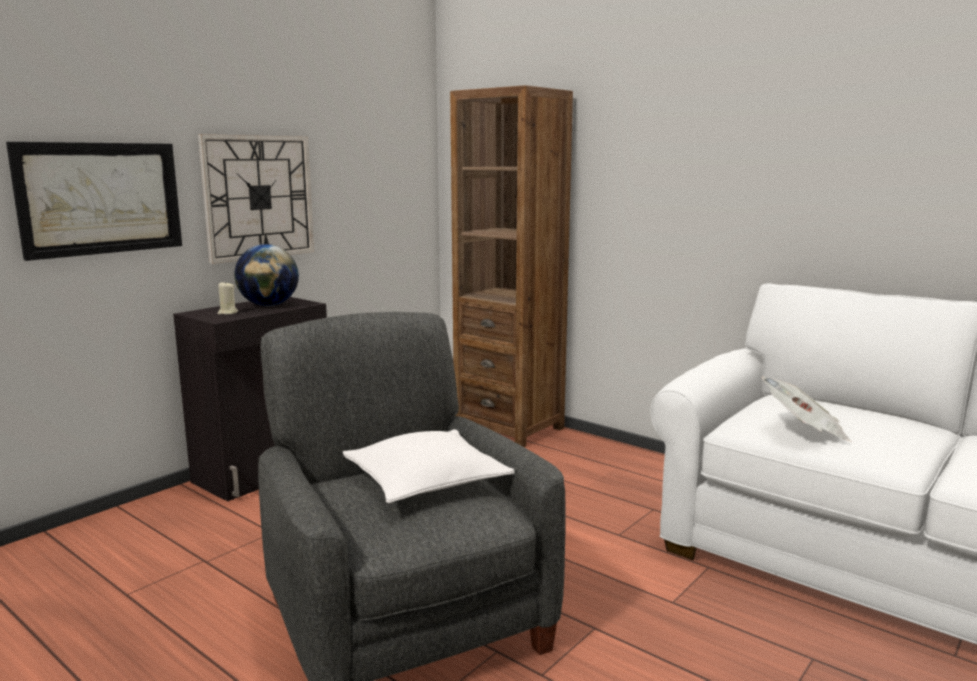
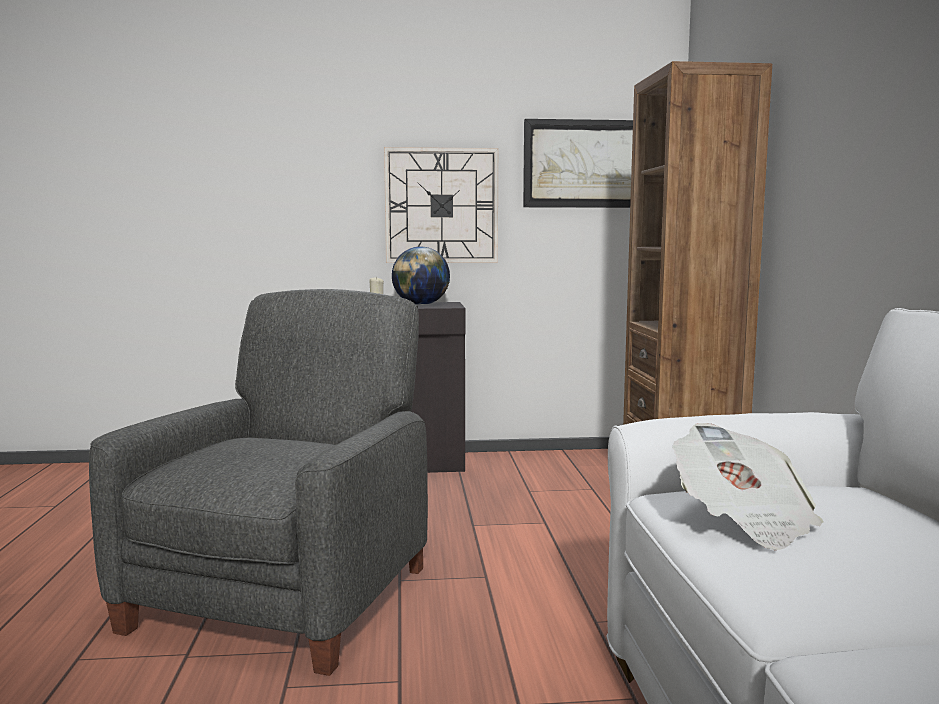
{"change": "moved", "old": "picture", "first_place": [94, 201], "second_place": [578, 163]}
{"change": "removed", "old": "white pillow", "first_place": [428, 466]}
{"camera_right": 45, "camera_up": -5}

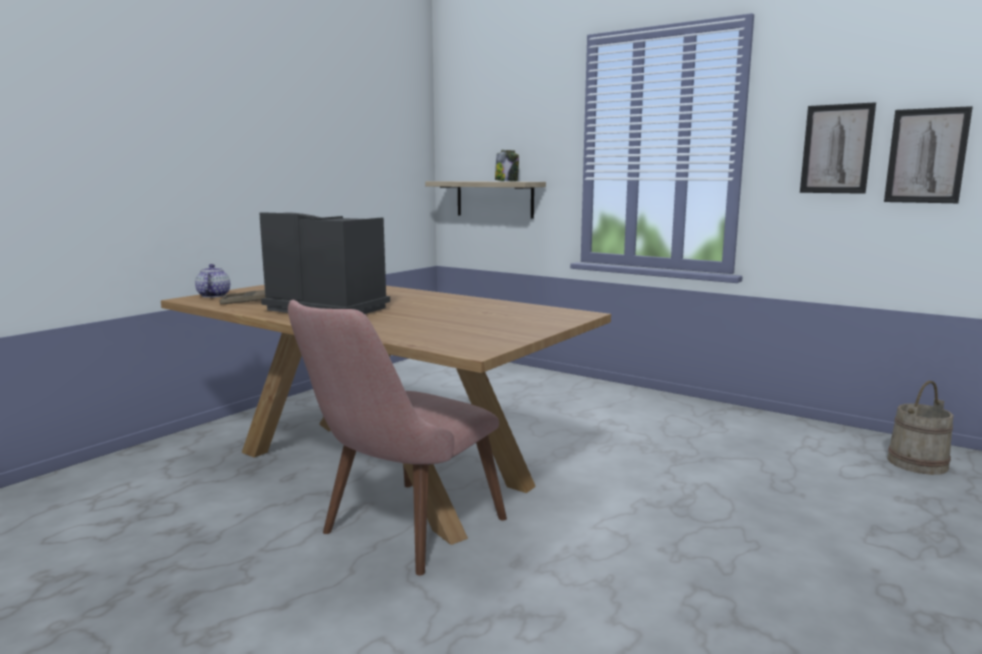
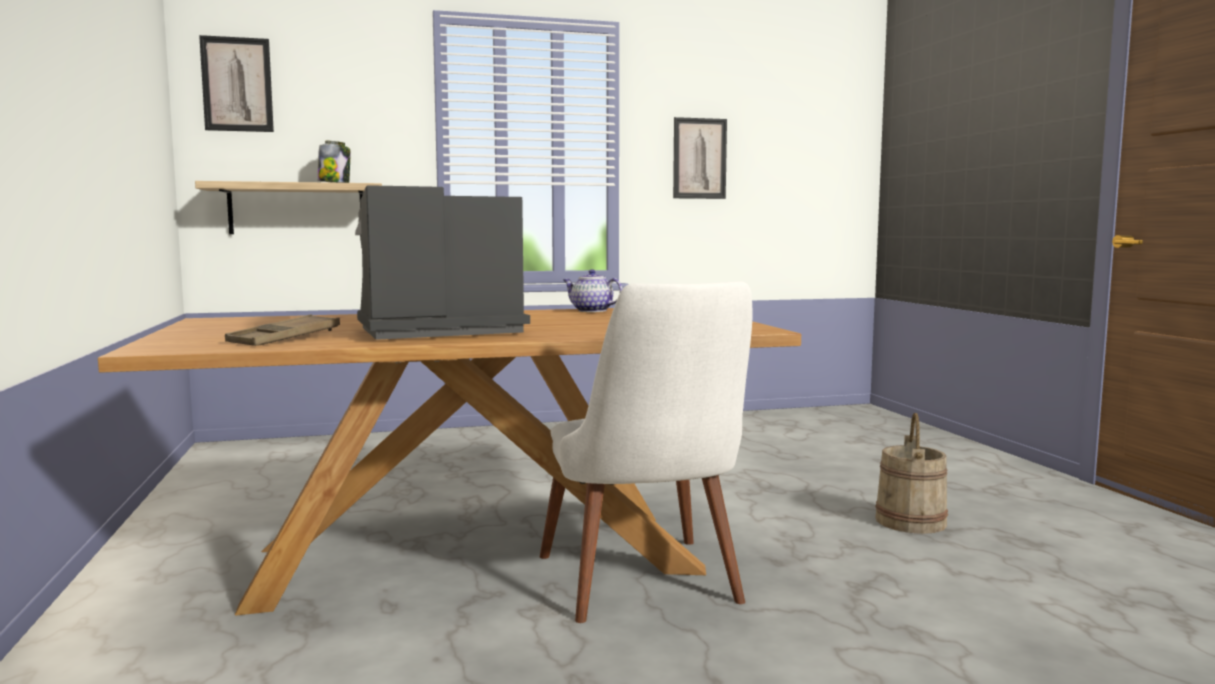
{"change": "moved", "old": "teapot", "first_place": [212, 281], "second_place": [593, 290]}
{"change": "recoloured", "old": "pink chair", "new": "white chair", "first_place": [397, 438], "second_place": [646, 452]}
{"change": "moved", "old": "picture", "first_place": [928, 154], "second_place": [236, 83]}
{"change": "moved", "old": "beige bucket", "first_place": [920, 428], "second_place": [911, 473]}
{"camera_right": -50, "camera_up": -5}

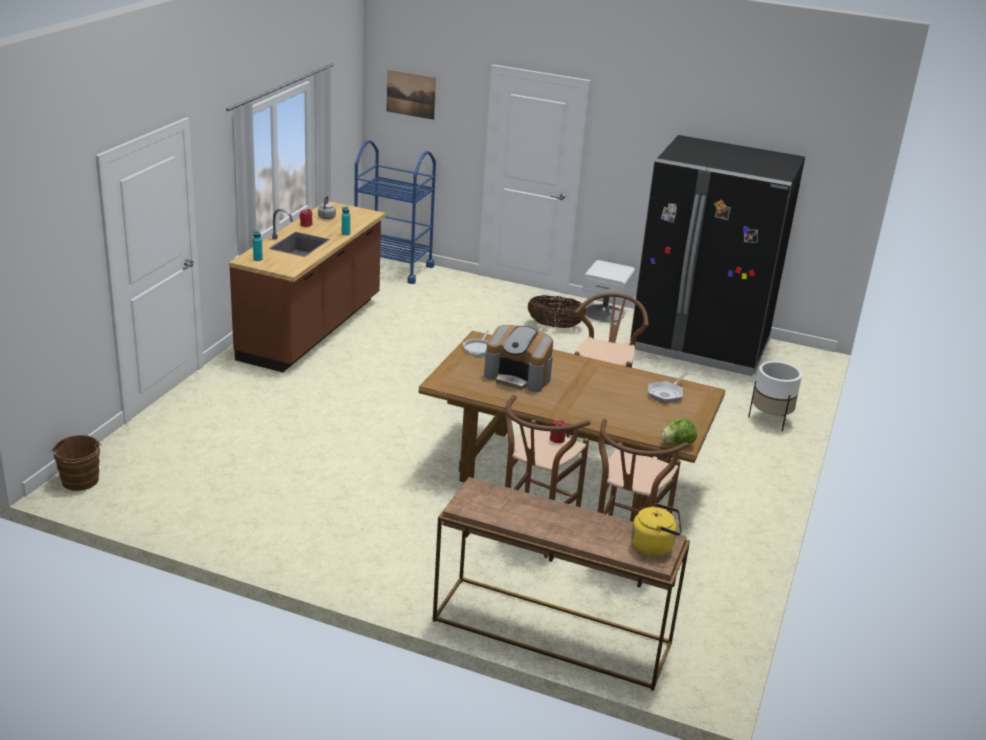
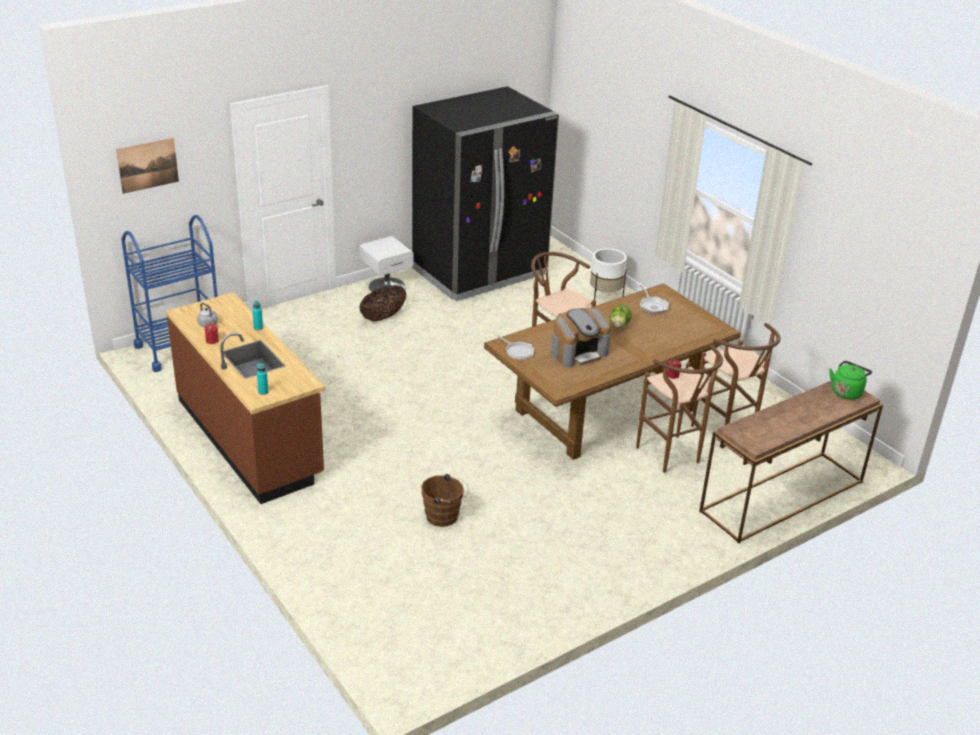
{"change": "moved", "old": "brown bucket", "first_place": [76, 463], "second_place": [444, 500]}
{"change": "recoloured", "old": "yellow kettle", "new": "green kettle", "first_place": [656, 529], "second_place": [850, 380]}
{"change": "moved", "old": "lettuce", "first_place": [679, 431], "second_place": [621, 316]}
{"camera_right": -55, "camera_up": 5}

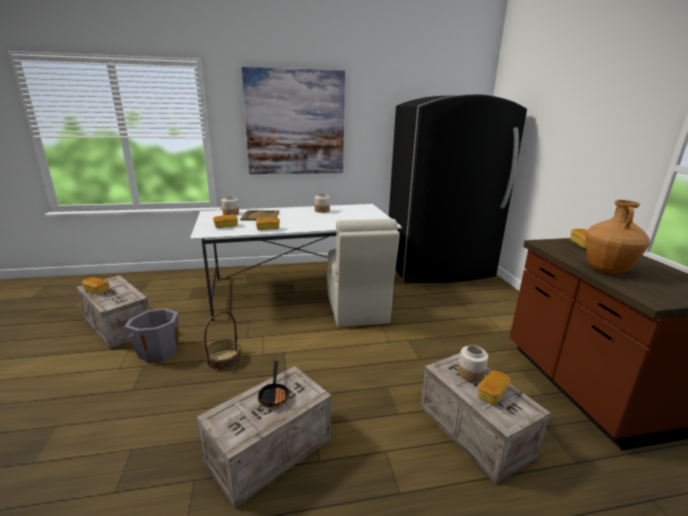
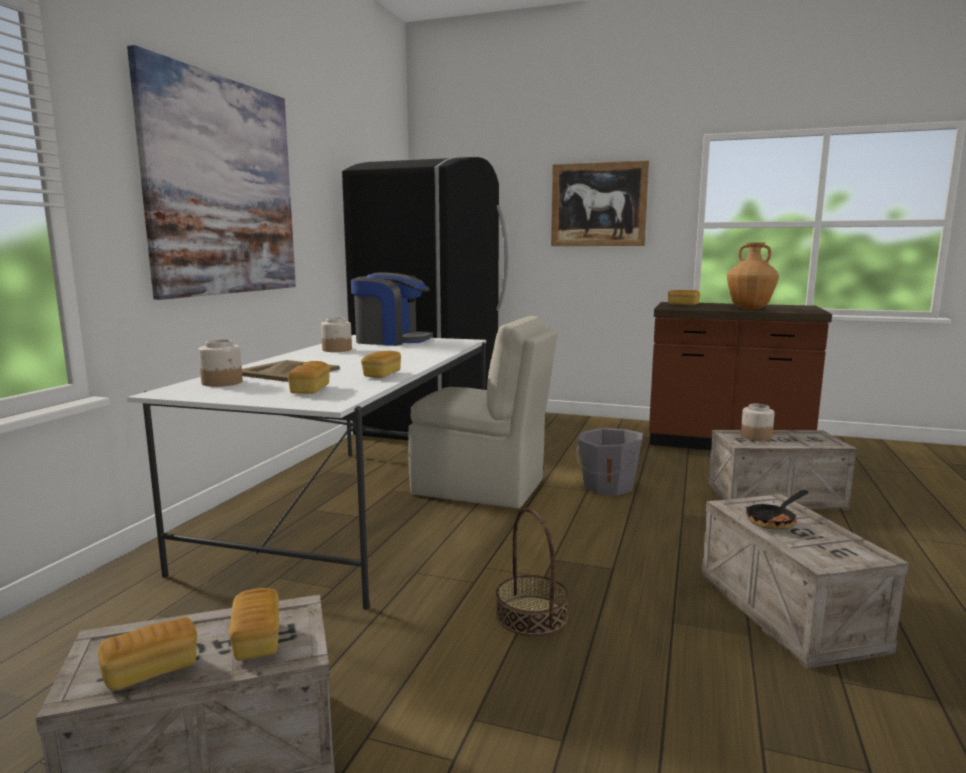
{"change": "moved", "old": "grey bucket", "first_place": [151, 335], "second_place": [609, 462]}
{"change": "turned", "old": "frying pan", "first_place": [273, 385], "second_place": [777, 510], "degrees": 120}
{"change": "moved", "old": "bread", "first_place": [494, 388], "second_place": [254, 624]}
{"change": "added", "new": "coffee machine", "second_place": [392, 309]}
{"change": "added", "new": "picture", "second_place": [600, 203]}
{"camera_right": -60, "camera_up": -10}

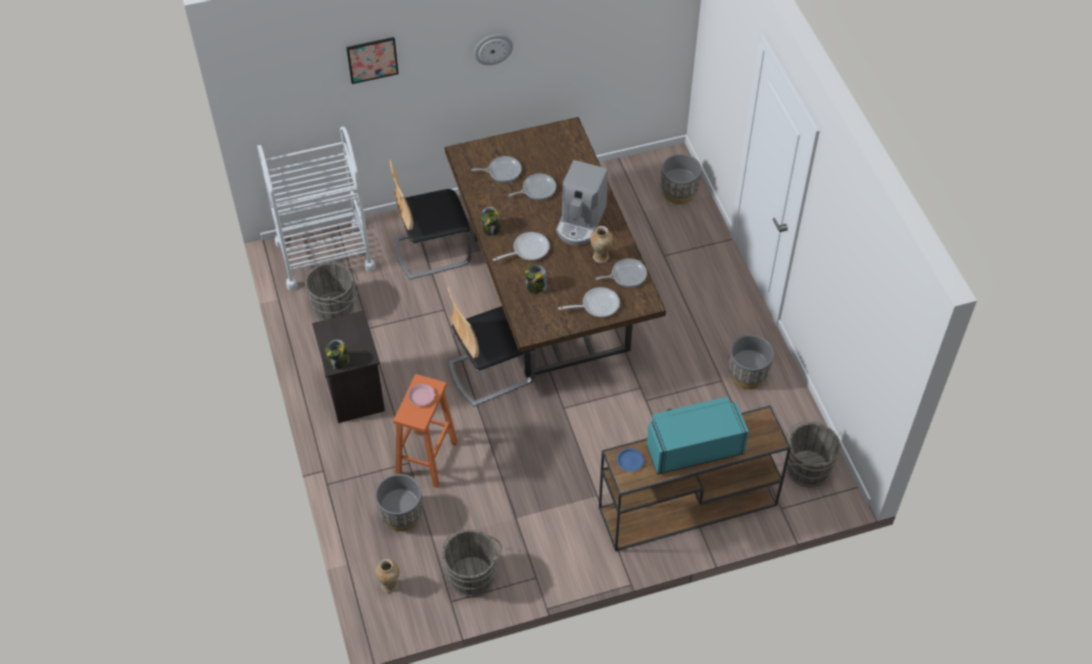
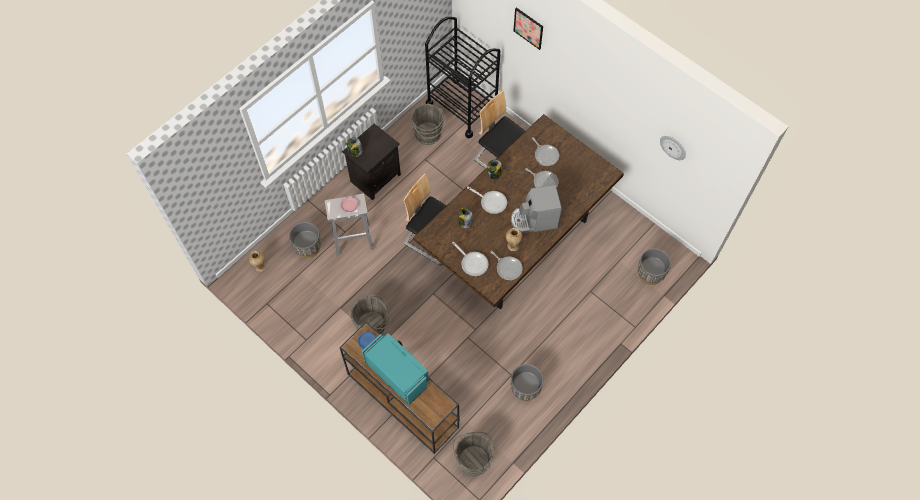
{"change": "recoloured", "old": "white cart", "new": "black cart", "first_place": [316, 208], "second_place": [463, 77]}
{"change": "recoloured", "old": "orange stool", "new": "white stool", "first_place": [425, 431], "second_place": [349, 225]}
{"change": "moved", "old": "grey bucket", "first_place": [472, 563], "second_place": [371, 315]}
{"change": "moved", "old": "wall clock", "first_place": [493, 49], "second_place": [673, 148]}
{"camera_right": 60, "camera_up": 10}

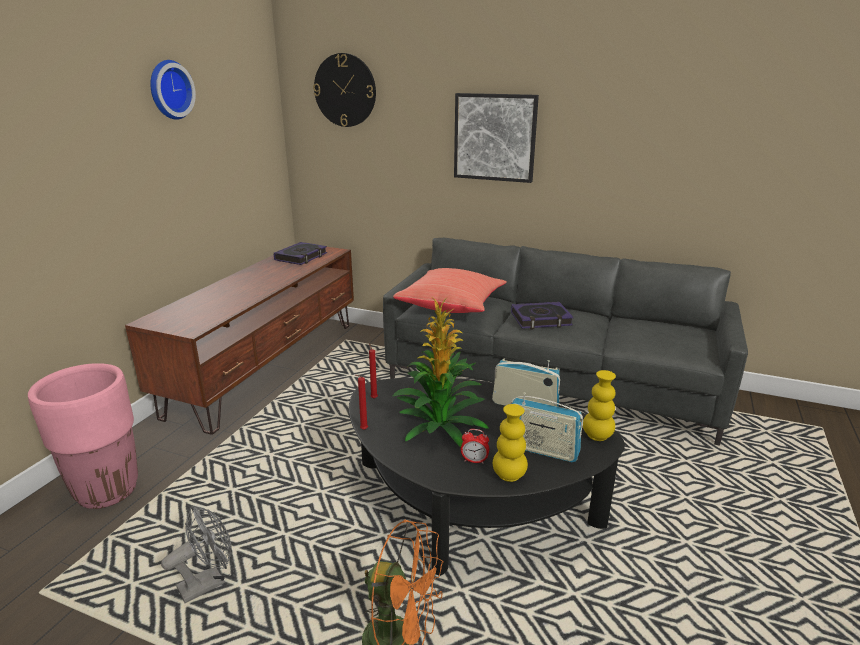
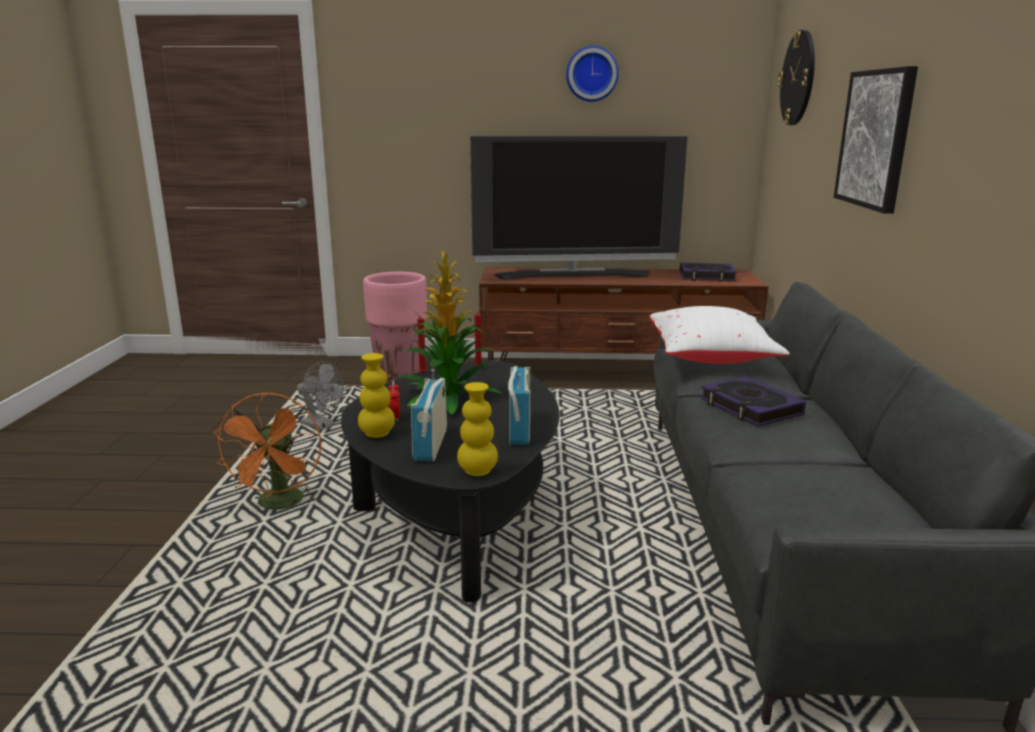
{"change": "recoloured", "old": "red pillow", "new": "white pillow", "first_place": [450, 290], "second_place": [720, 335]}
{"change": "added", "new": "television", "second_place": [579, 207]}
{"camera_right": 70, "camera_up": -5}

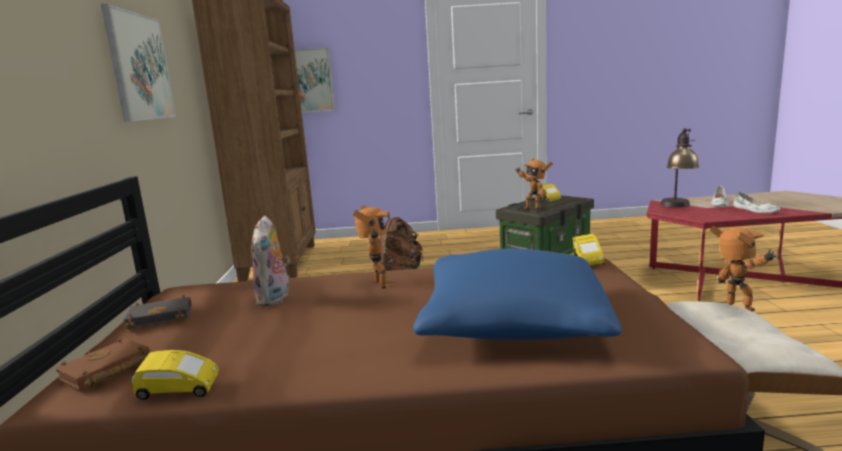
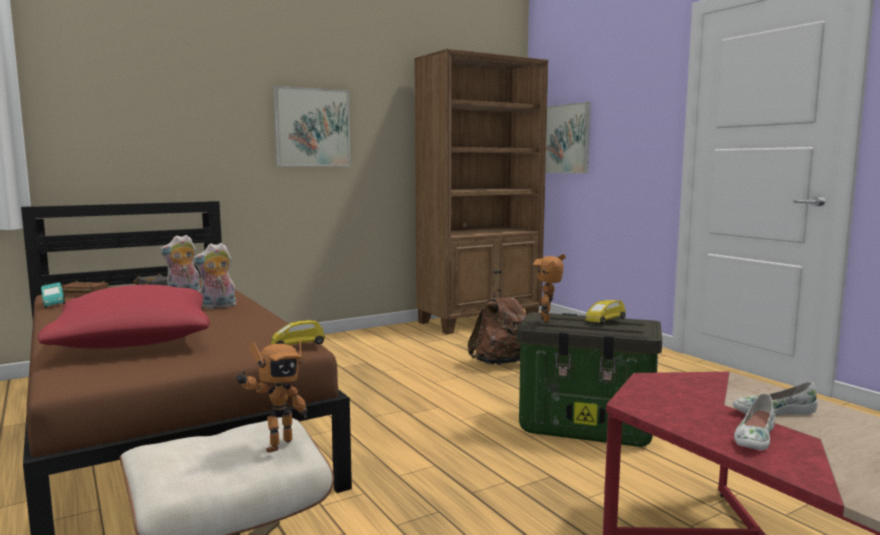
{"change": "recoloured", "old": "yellow toy car", "new": "turquoise toy car", "first_place": [175, 375], "second_place": [53, 295]}
{"change": "replaced", "old": "toy robot", "new": "plush toy", "first_place": [371, 247], "second_place": [214, 276]}
{"change": "recoloured", "old": "blue pillow", "new": "red pillow", "first_place": [517, 294], "second_place": [123, 317]}
{"change": "removed", "old": "table lamp", "first_place": [679, 167]}
{"camera_right": 60, "camera_up": -5}

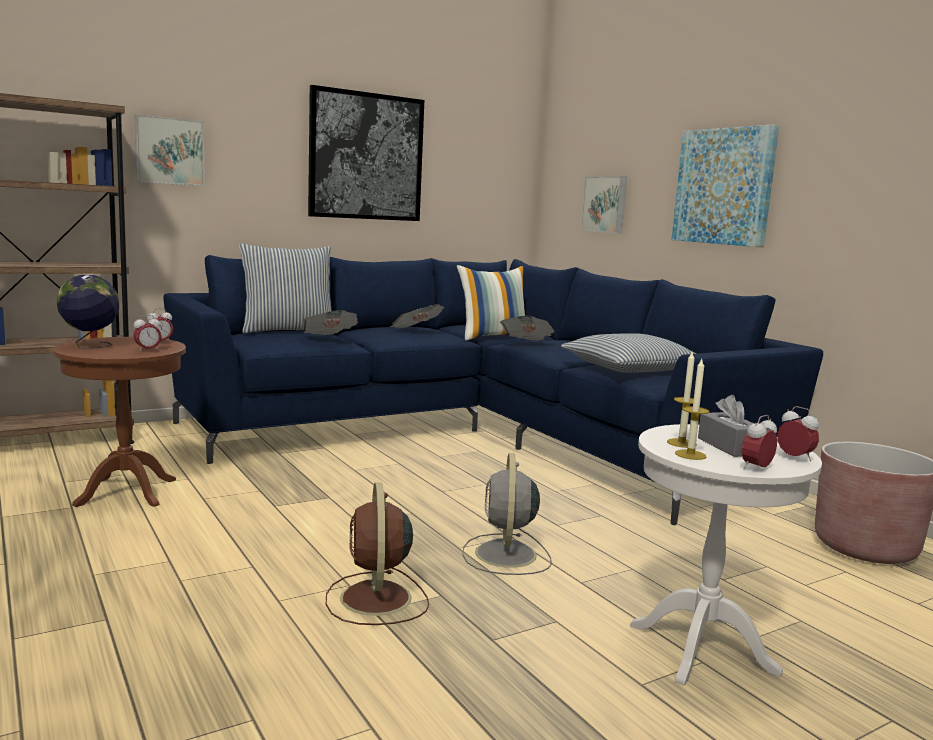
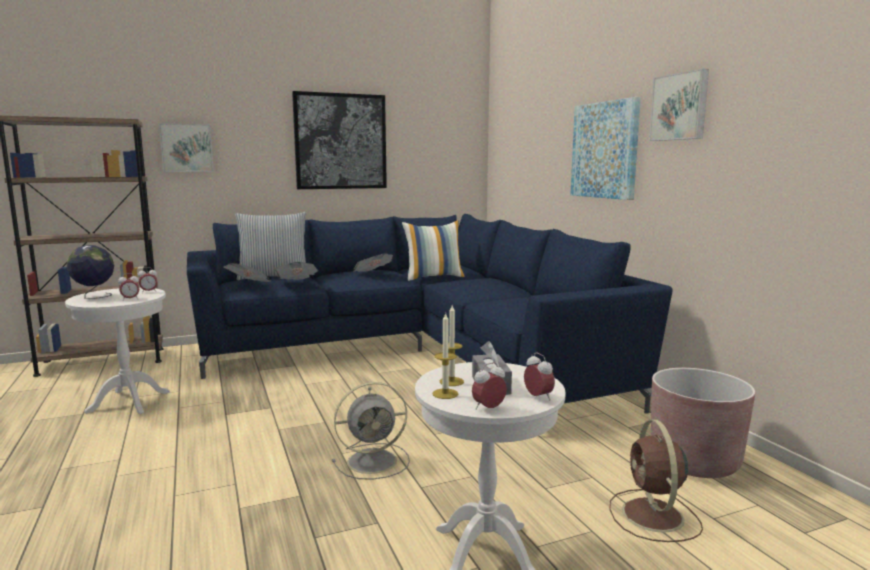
{"change": "recoloured", "old": "brown side table", "new": "white side table", "first_place": [119, 422], "second_place": [117, 351]}
{"change": "moved", "old": "brown fan", "first_place": [377, 553], "second_place": [656, 481]}
{"change": "turned", "old": "grey fan", "first_place": [507, 514], "second_place": [371, 430], "degrees": -120}
{"change": "moved", "old": "newspaper", "first_place": [527, 328], "second_place": [246, 272]}
{"change": "removed", "old": "pillow", "first_place": [629, 353]}
{"change": "moved", "old": "picture", "first_place": [604, 204], "second_place": [679, 105]}
{"camera_right": 10, "camera_up": 0}

